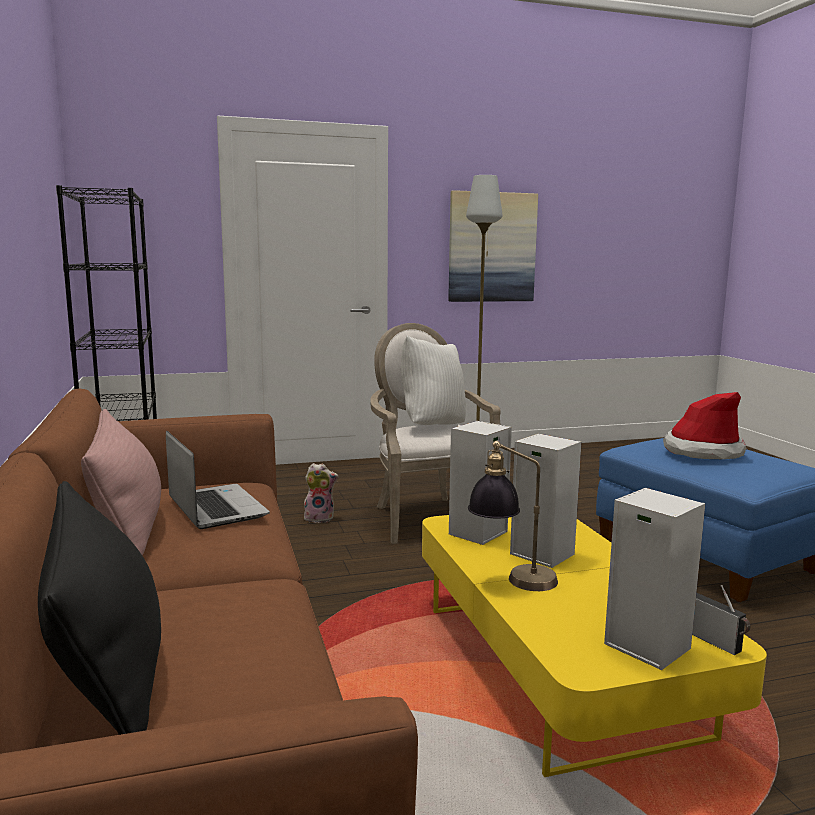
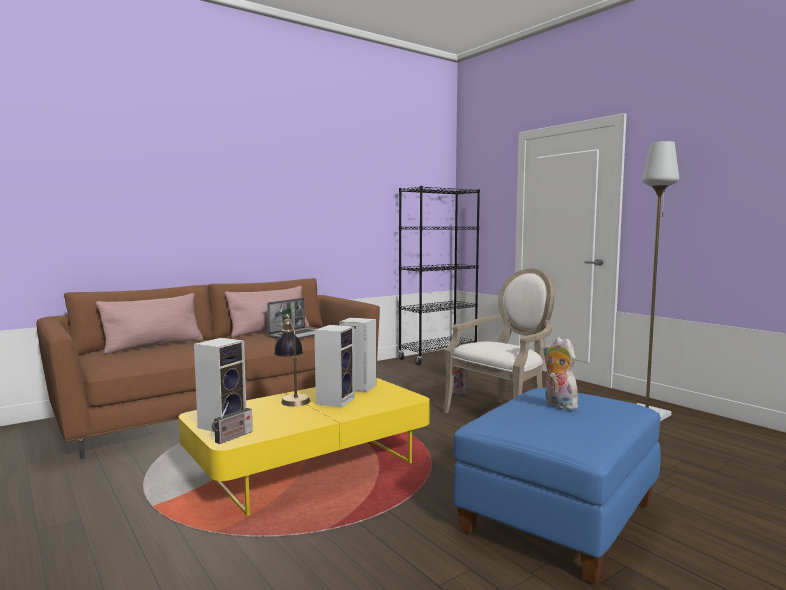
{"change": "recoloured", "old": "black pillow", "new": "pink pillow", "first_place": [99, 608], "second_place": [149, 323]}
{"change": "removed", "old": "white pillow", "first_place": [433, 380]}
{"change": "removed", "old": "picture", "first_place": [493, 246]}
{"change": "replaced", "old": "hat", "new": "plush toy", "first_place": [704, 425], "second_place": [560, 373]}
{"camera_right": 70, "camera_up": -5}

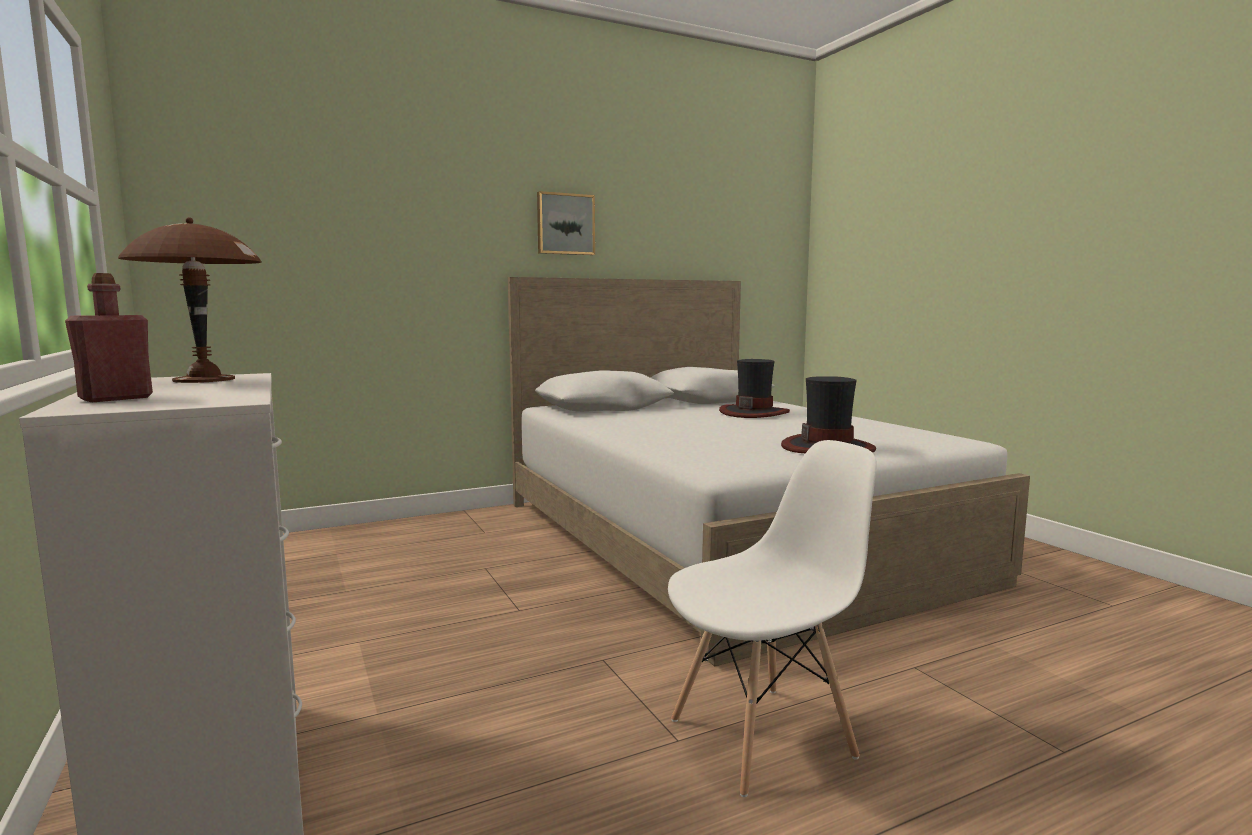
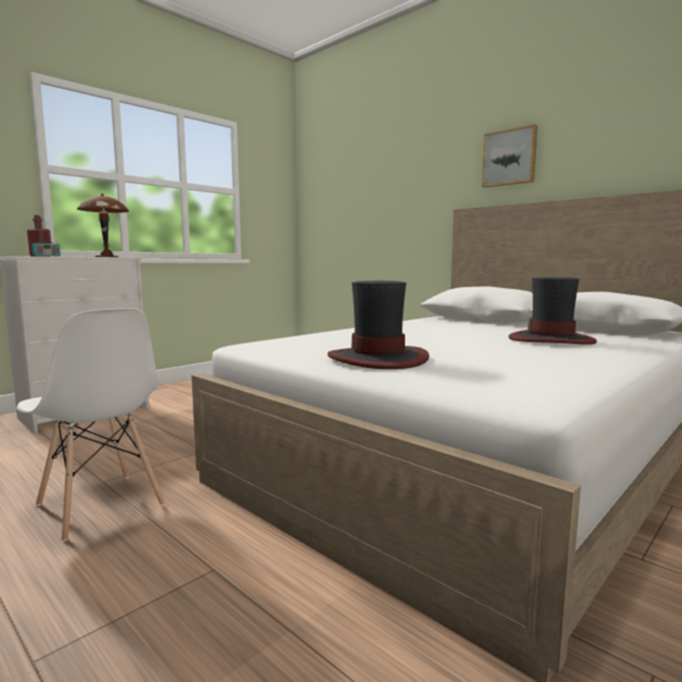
{"change": "added", "new": "radio", "second_place": [46, 239]}
{"camera_right": 70, "camera_up": 0}

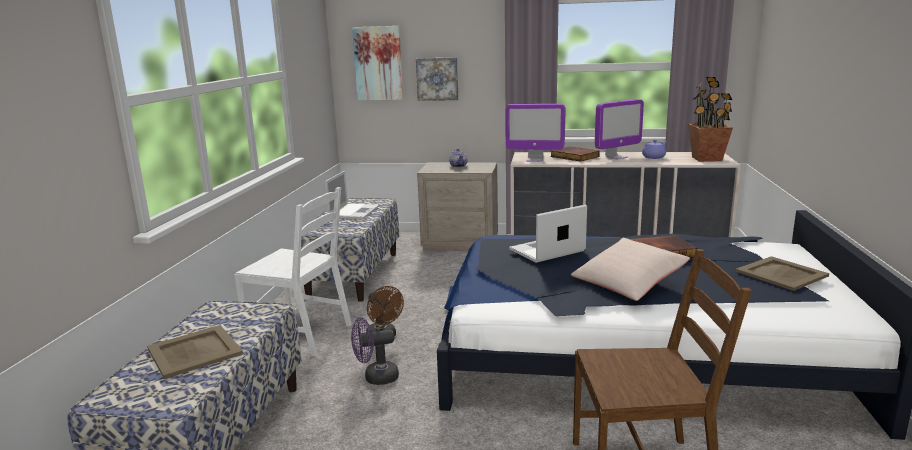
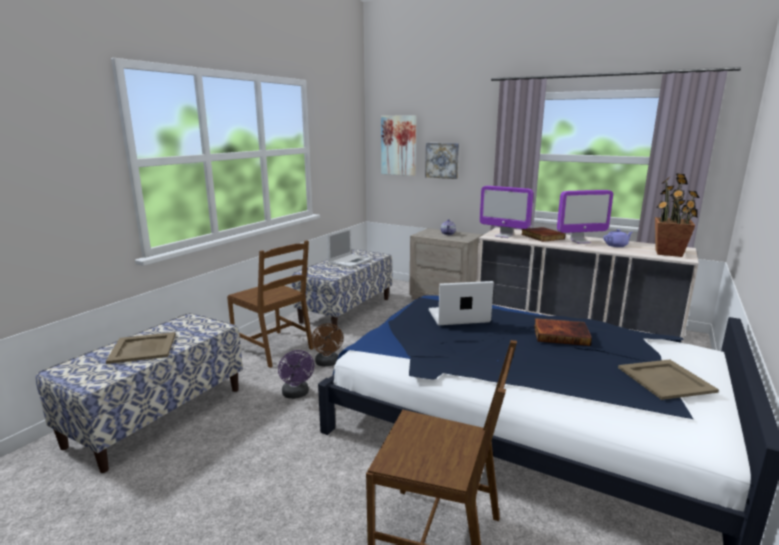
{"change": "recoloured", "old": "white chair", "new": "brown chair", "first_place": [293, 271], "second_place": [270, 304]}
{"change": "turned", "old": "purple fan", "first_place": [375, 351], "second_place": [296, 374], "degrees": -120}
{"change": "removed", "old": "beige pillow", "first_place": [630, 269]}
{"camera_right": 20, "camera_up": 0}

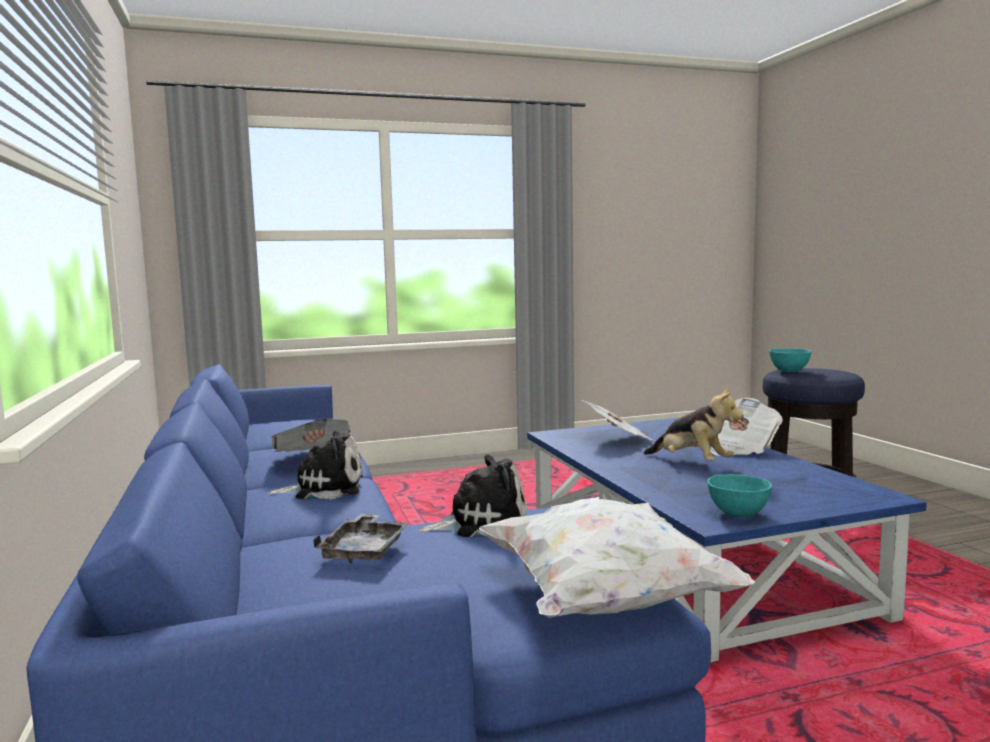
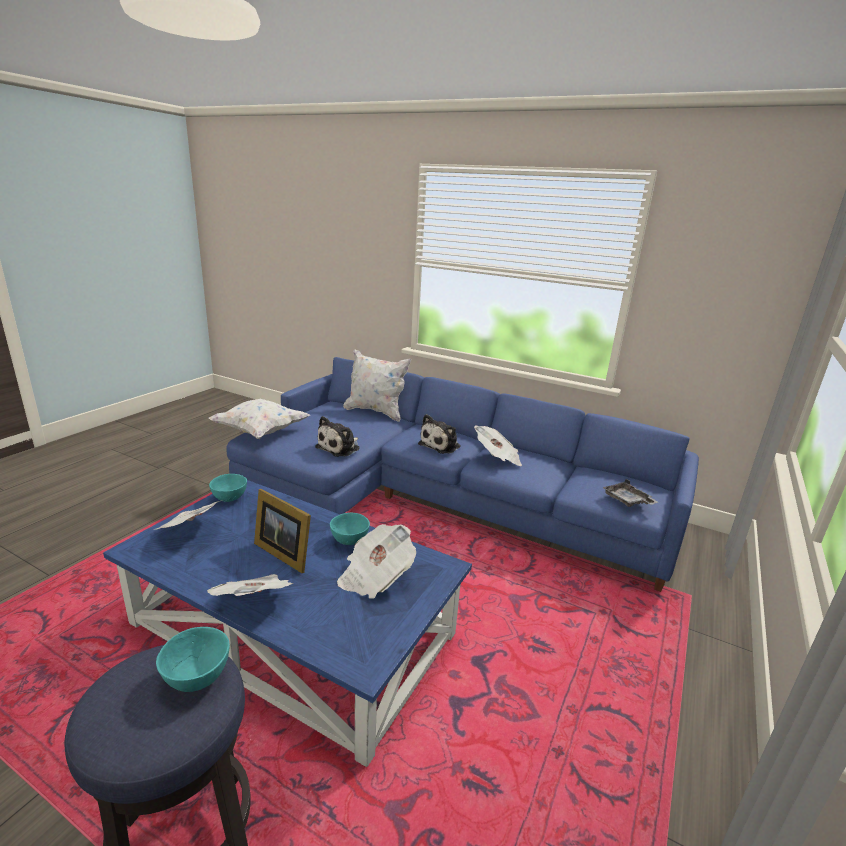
{"change": "moved", "old": "grey tray", "first_place": [361, 538], "second_place": [630, 493]}
{"change": "replaced", "old": "plush toy", "new": "picture frame", "first_place": [693, 423], "second_place": [282, 531]}
{"change": "added", "new": "newspaper", "second_place": [188, 515]}
{"change": "added", "new": "turquoise bowl", "second_place": [350, 529]}
{"change": "added", "new": "white pillow", "second_place": [377, 385]}
{"camera_right": 135, "camera_up": 15}

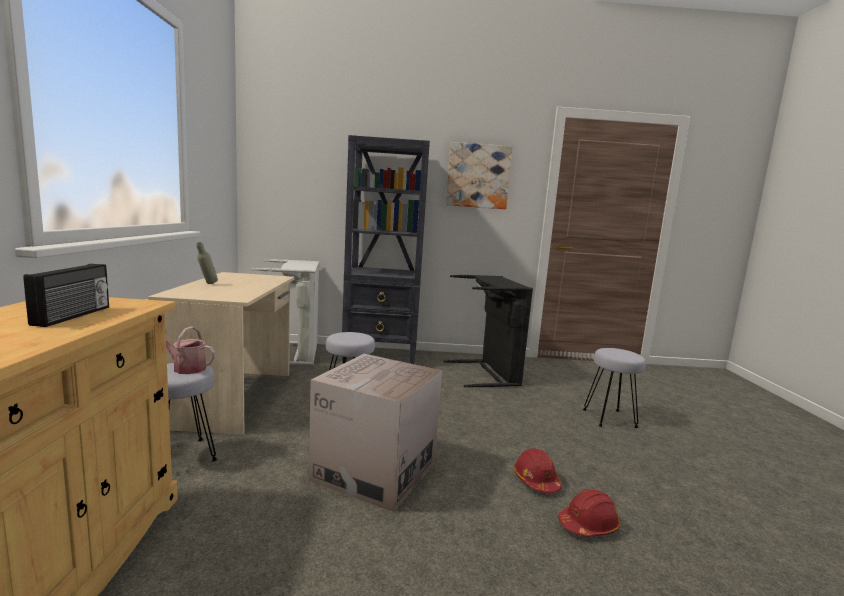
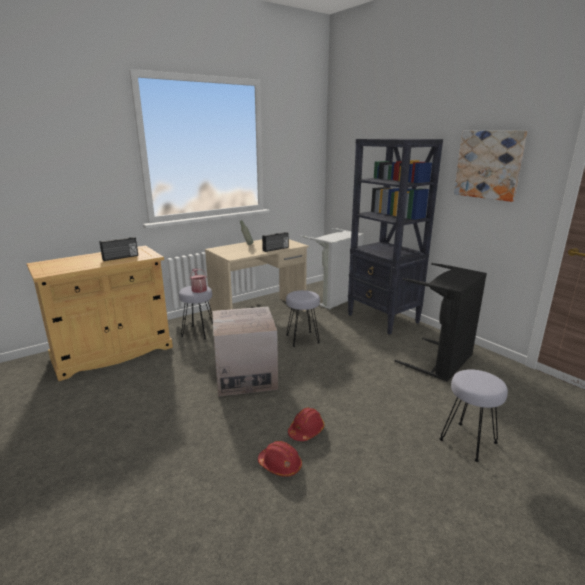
{"change": "added", "new": "radio", "second_place": [275, 242]}
{"camera_right": 55, "camera_up": 10}

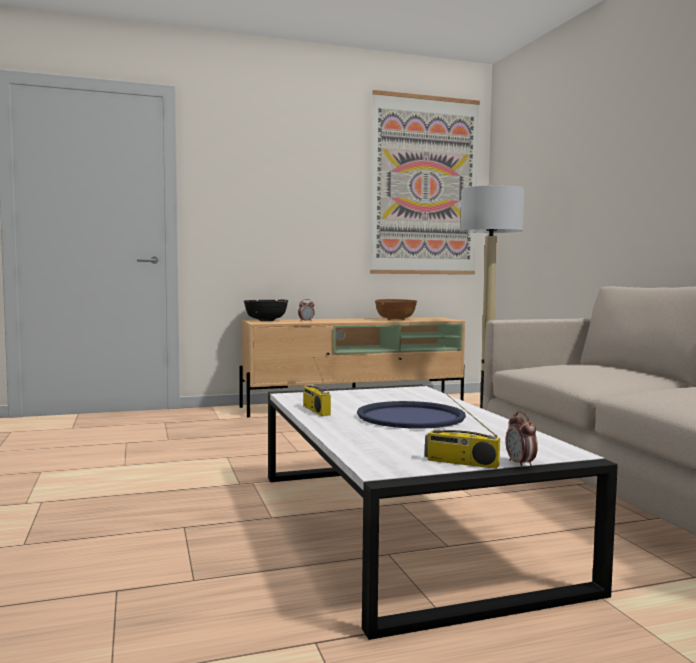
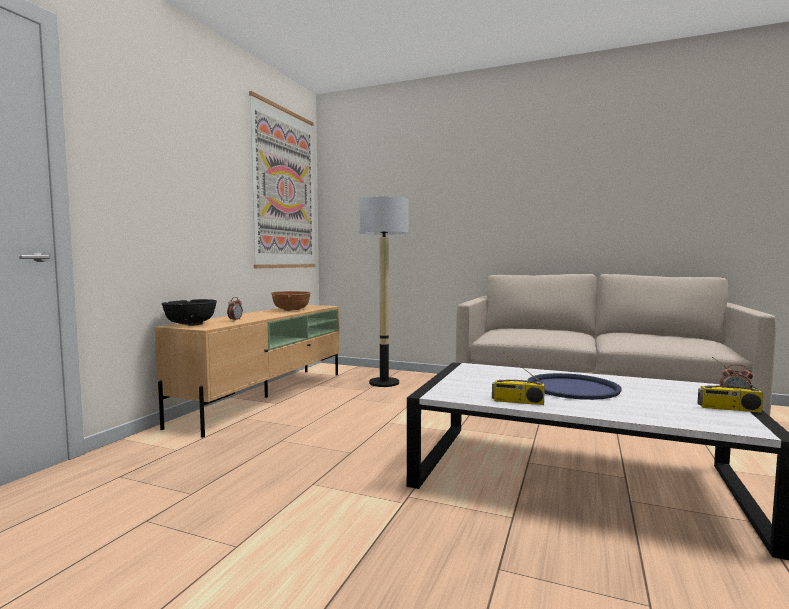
{"change": "turned", "old": "radio", "first_place": [462, 430], "second_place": [730, 385], "degrees": 45}
{"camera_right": -50, "camera_up": 0}

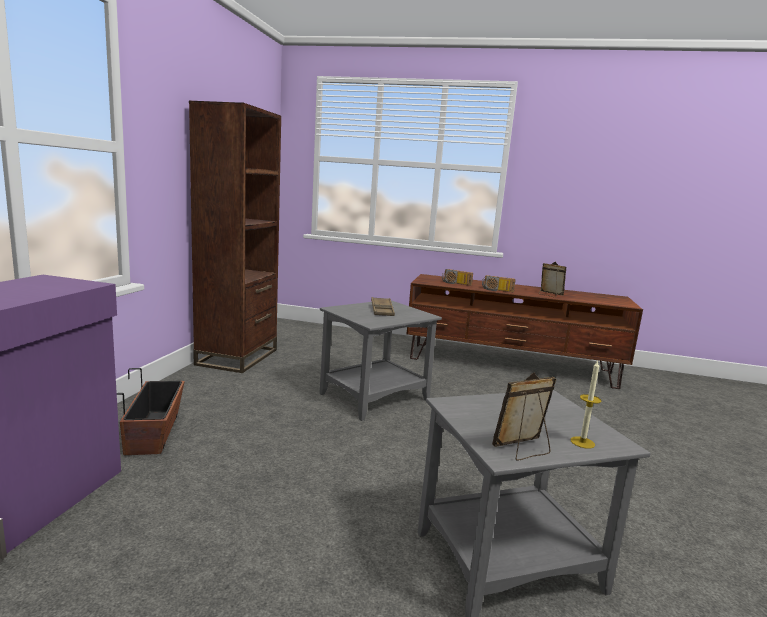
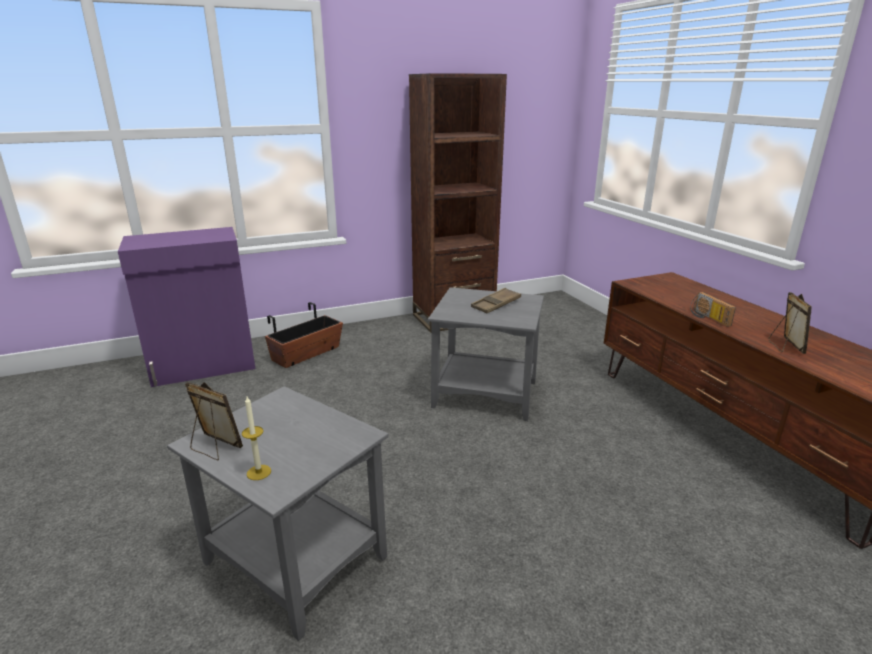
{"change": "removed", "old": "radio", "first_place": [457, 277]}
{"camera_right": 55, "camera_up": 10}

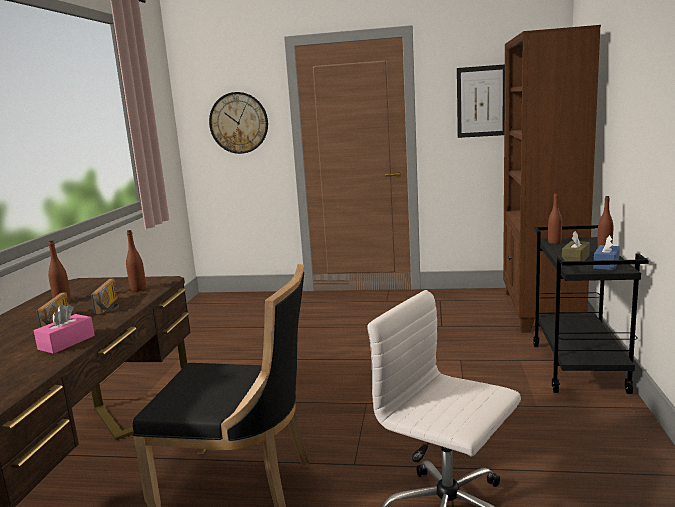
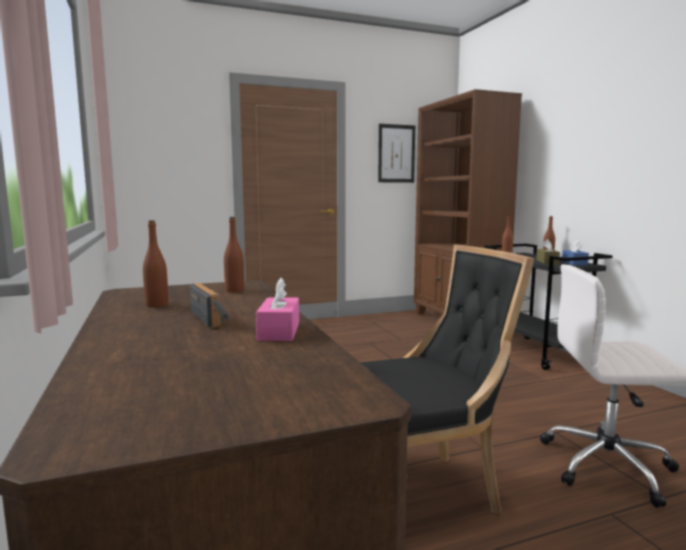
{"change": "removed", "old": "radio", "first_place": [105, 297]}
{"change": "removed", "old": "wall clock", "first_place": [238, 123]}
{"camera_right": -30, "camera_up": -5}

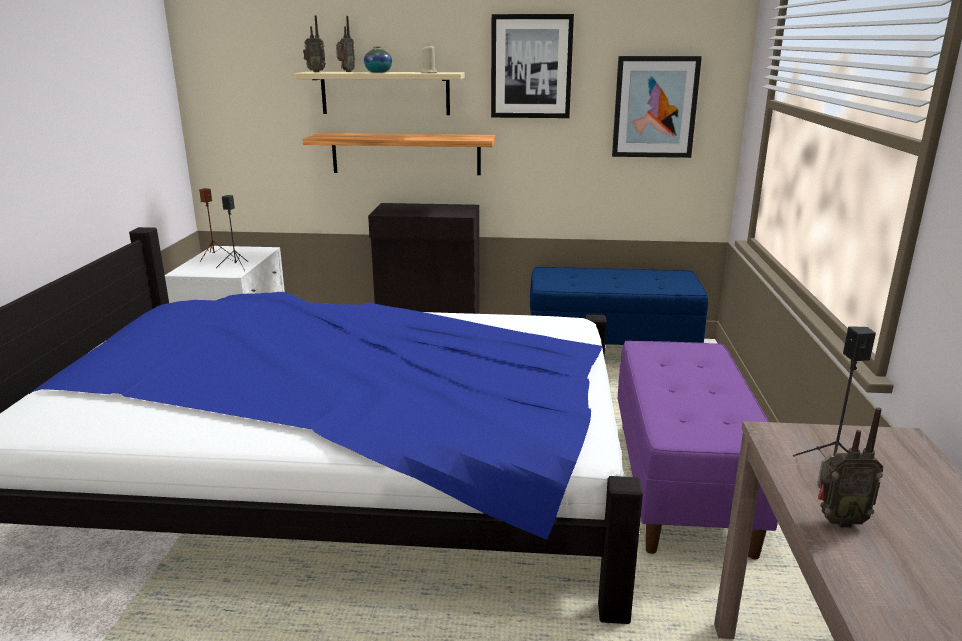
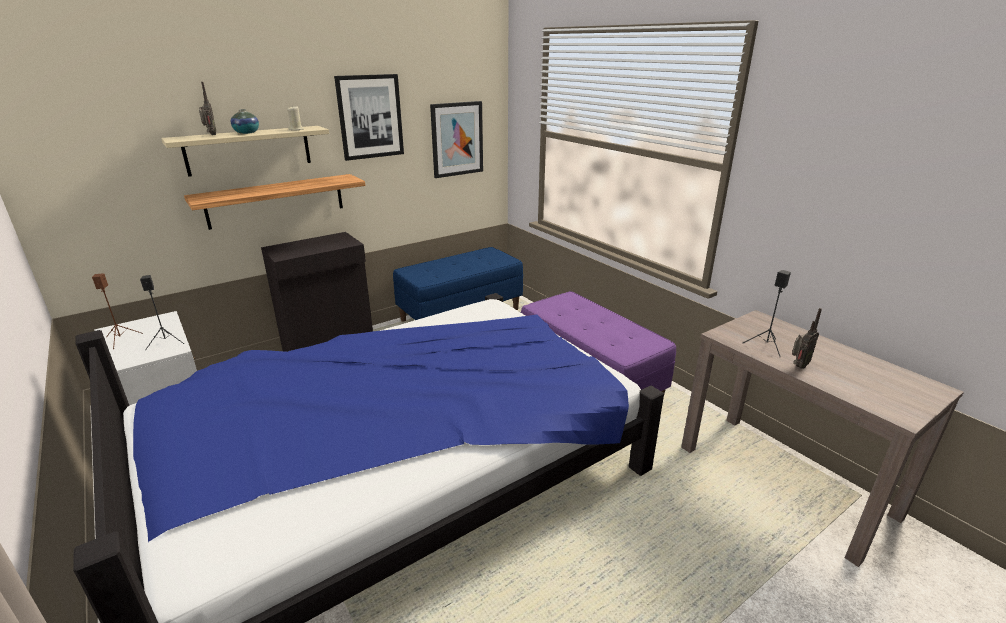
{"change": "removed", "old": "radio", "first_place": [314, 43]}
{"camera_right": -40, "camera_up": 5}

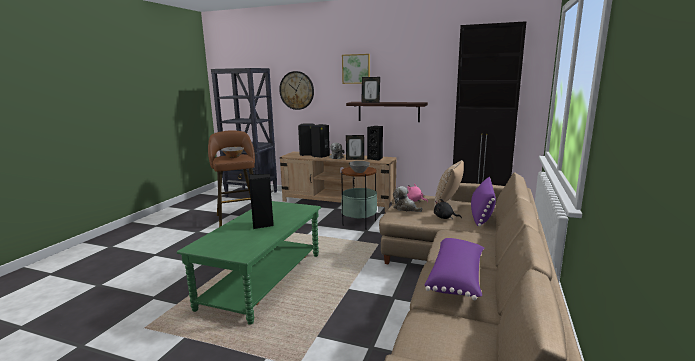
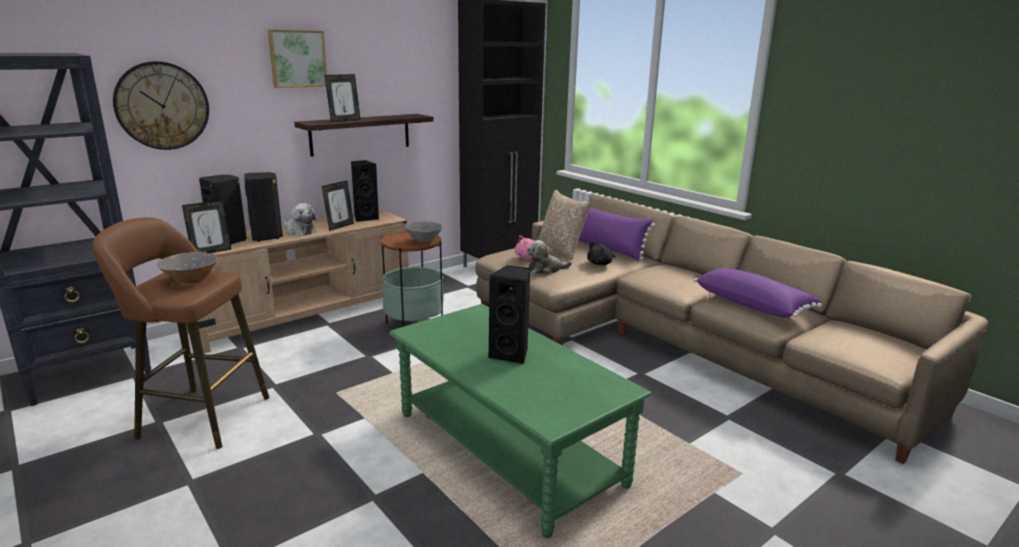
{"change": "added", "new": "picture frame", "second_place": [207, 227]}
{"camera_right": -60, "camera_up": 5}

